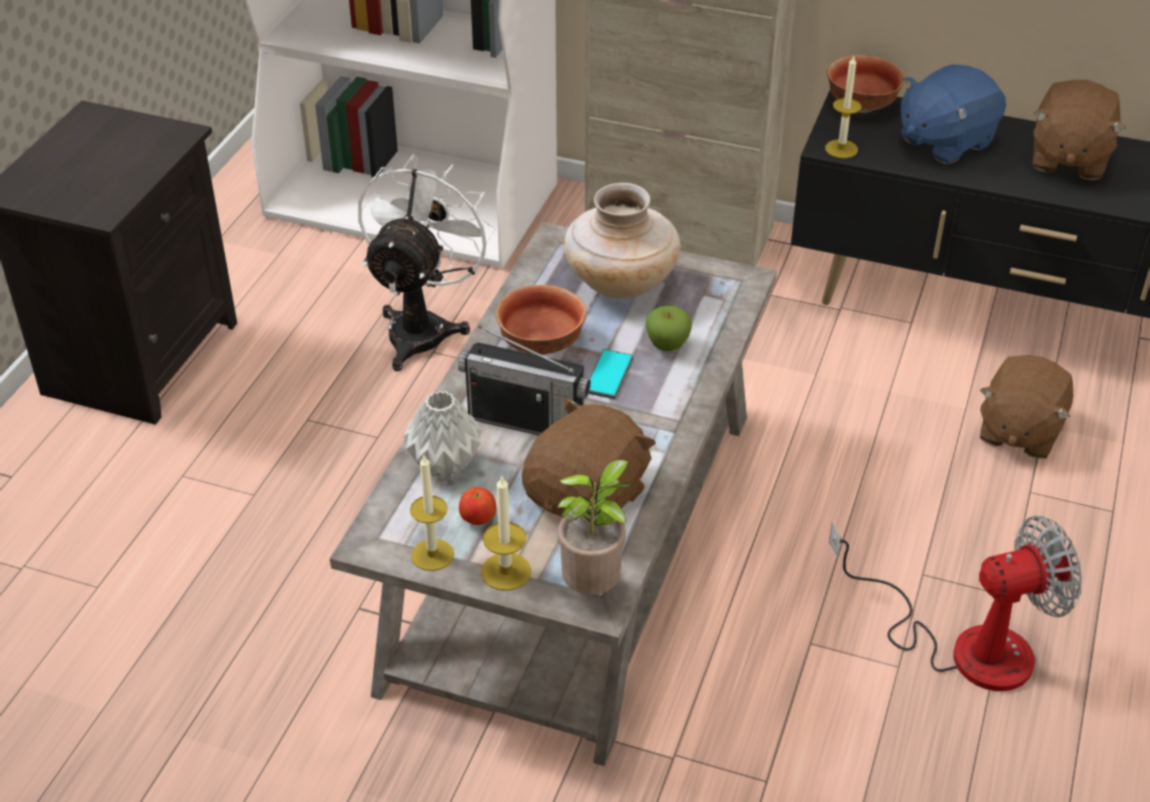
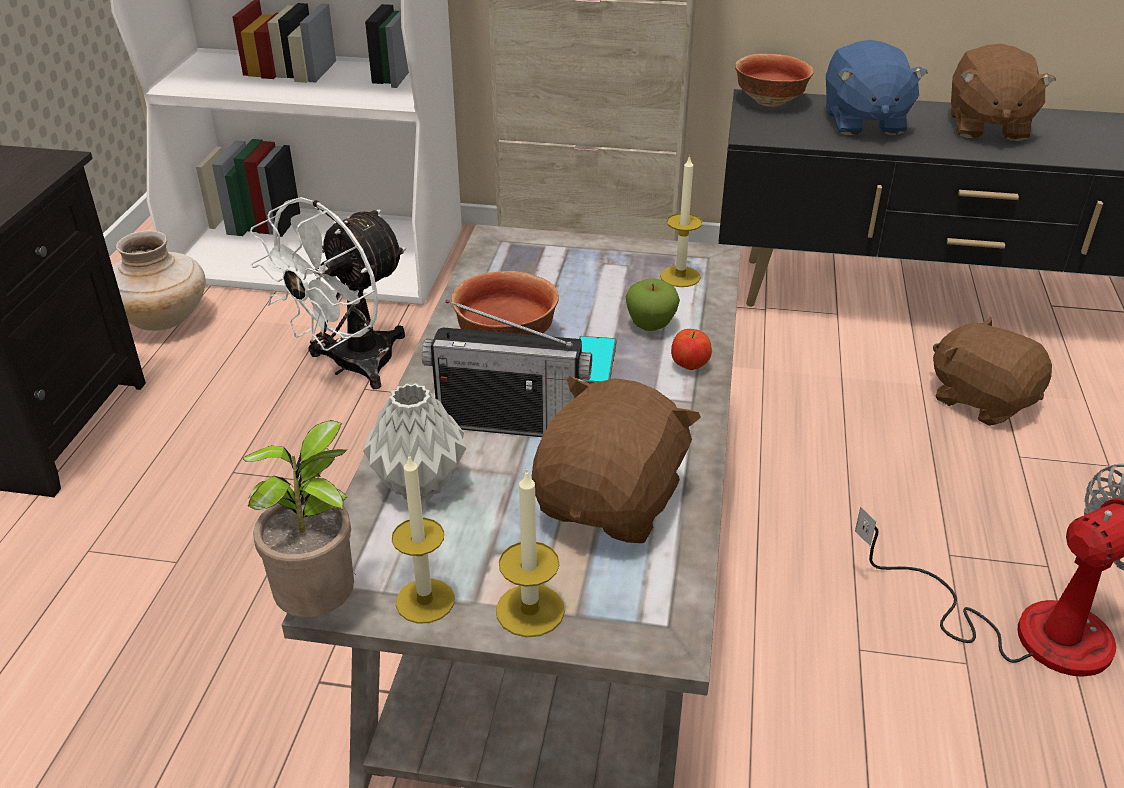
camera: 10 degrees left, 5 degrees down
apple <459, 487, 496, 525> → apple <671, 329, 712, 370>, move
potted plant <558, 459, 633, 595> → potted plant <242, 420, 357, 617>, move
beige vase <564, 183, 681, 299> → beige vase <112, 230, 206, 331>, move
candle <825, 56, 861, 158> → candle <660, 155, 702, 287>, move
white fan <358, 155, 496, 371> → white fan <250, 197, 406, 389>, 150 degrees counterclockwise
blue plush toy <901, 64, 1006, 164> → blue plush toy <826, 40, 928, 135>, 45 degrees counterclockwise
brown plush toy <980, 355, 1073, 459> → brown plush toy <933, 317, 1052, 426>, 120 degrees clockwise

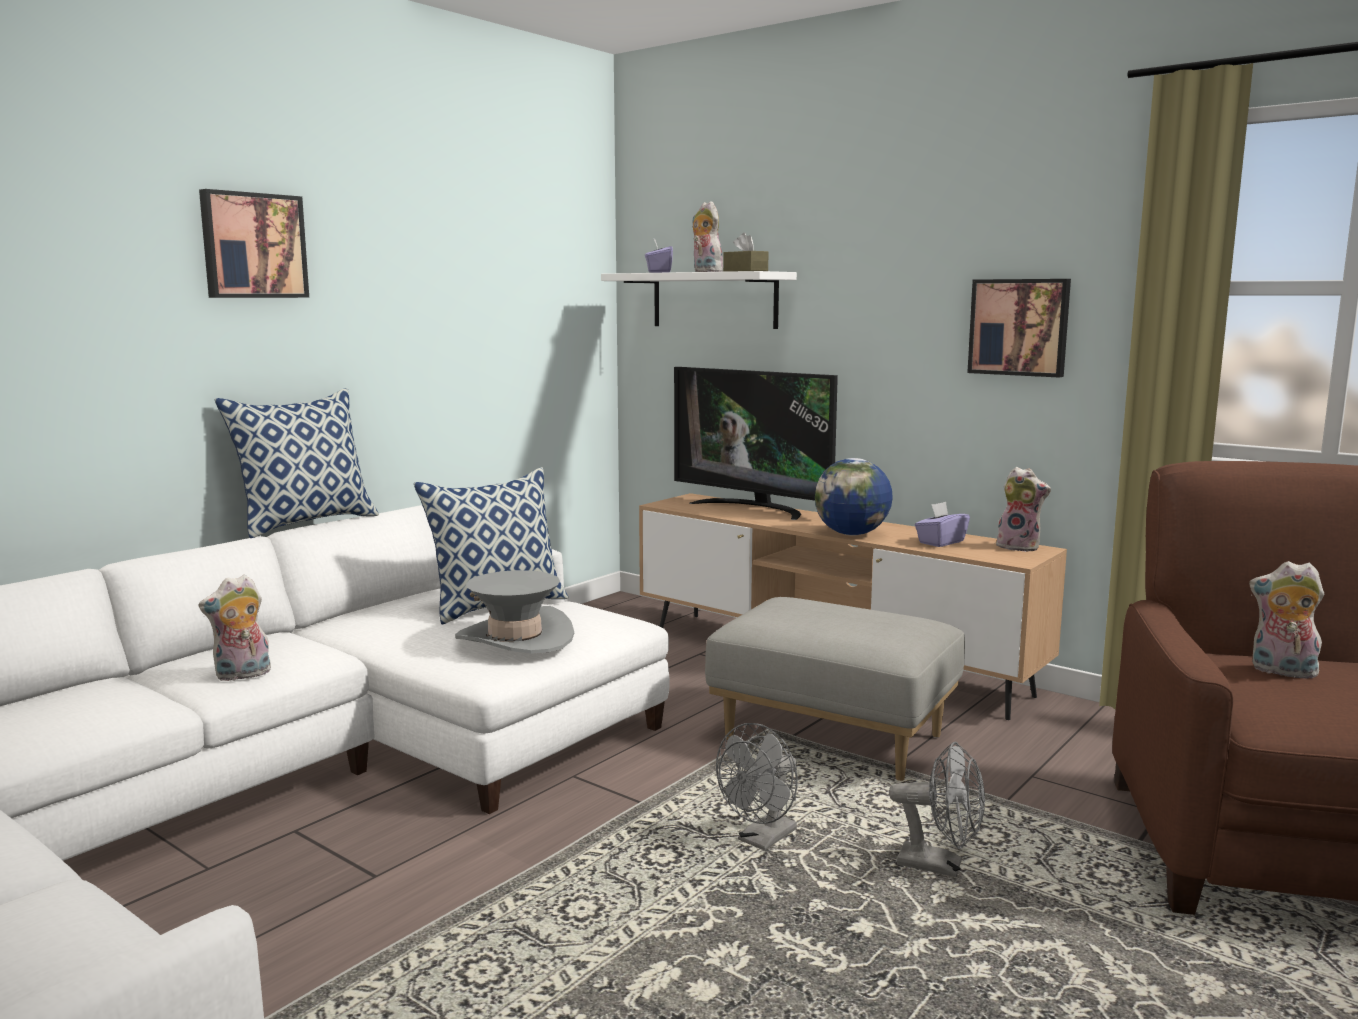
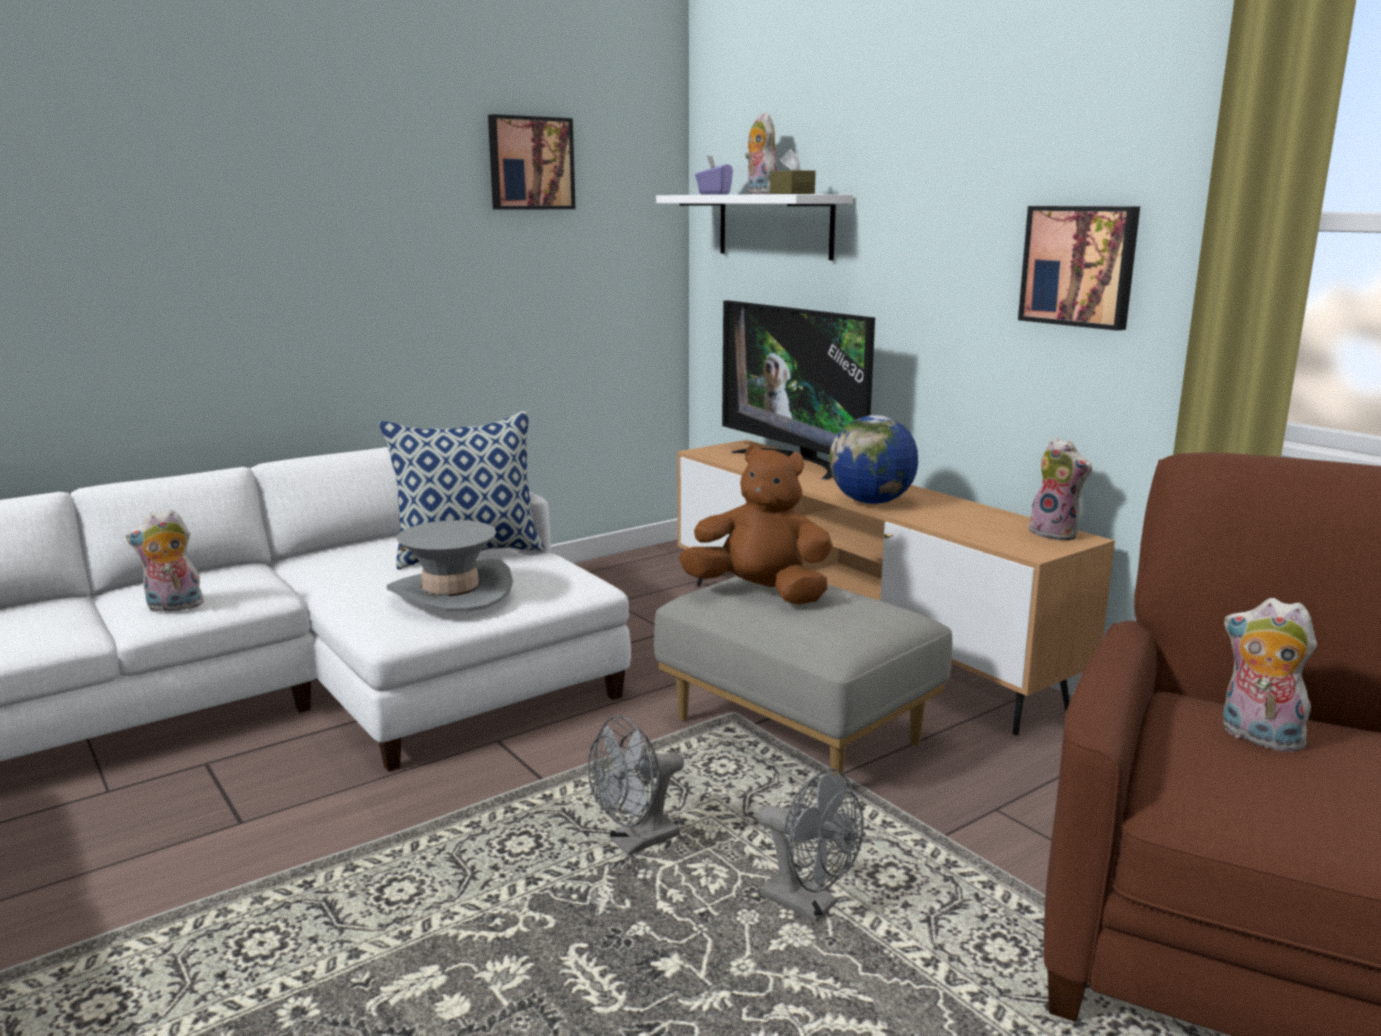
camera: 15 degrees right, 5 degrees up
pillow <215, 388, 379, 538> → -
purple tissue box <915, 502, 970, 547> → -
- → brown plush toy <679, 444, 833, 605>
picture <199, 189, 309, 298> → picture <488, 114, 575, 210>, move

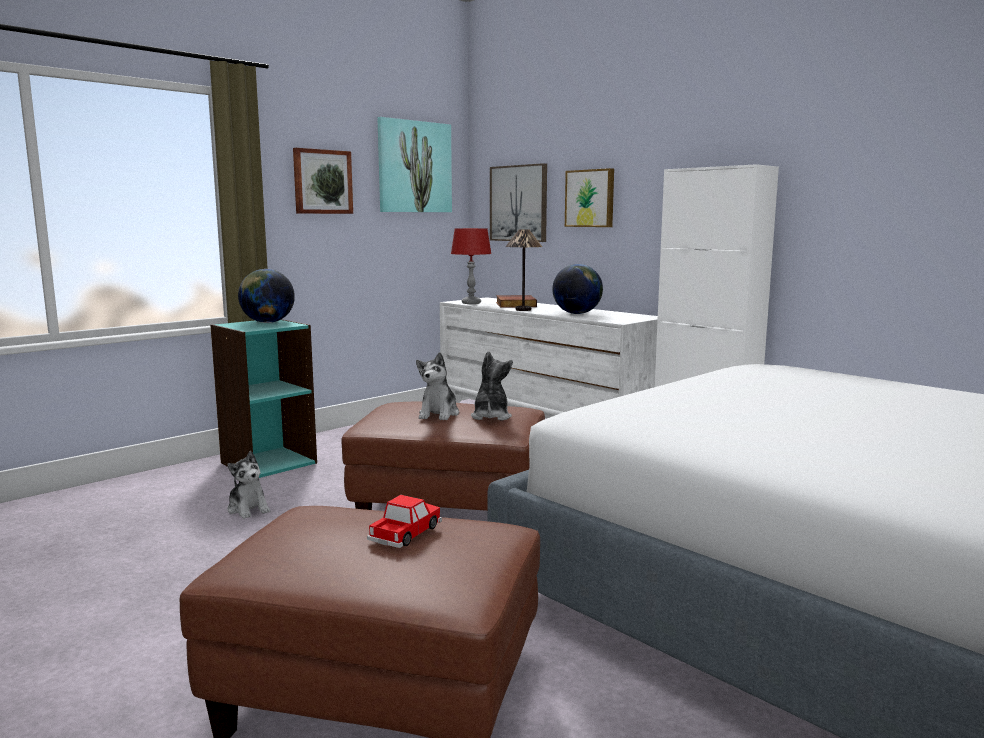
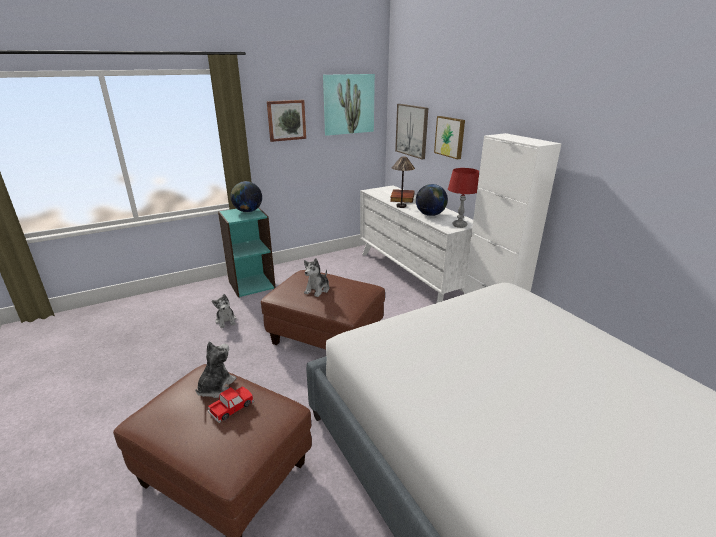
camera: 15 degrees right, 15 degrees up
red table lamp <451, 228, 492, 304> → red table lamp <448, 168, 479, 228>, move
plush toy <471, 351, 513, 421> → plush toy <196, 342, 236, 398>, move

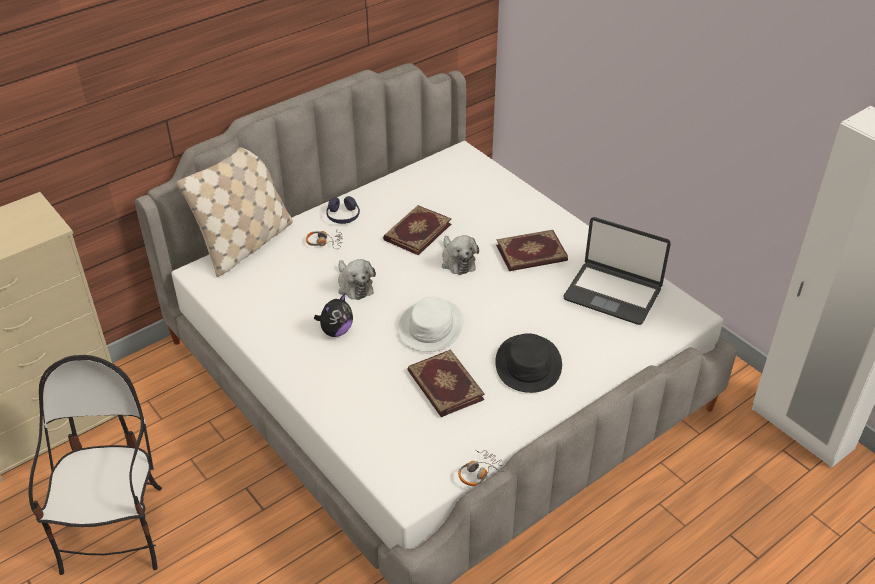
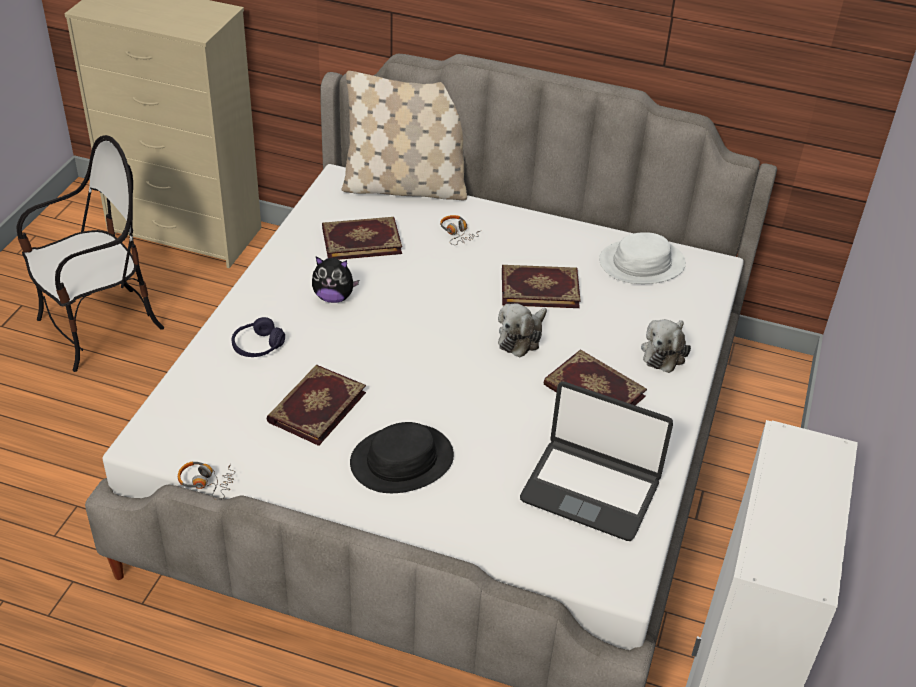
camera: 55 degrees right, 0 degrees up
- → book <322, 217, 402, 260>
purple headphones <326, 196, 360, 224> → purple headphones <232, 317, 285, 357>, move
plush toy <338, 259, 376, 300> → plush toy <641, 319, 691, 373>, move
white hat <398, 297, 464, 352> → white hat <599, 232, 686, 284>, move
laptop <564, 217, 671, 325> → laptop <520, 382, 673, 541>, 60 degrees counterclockwise

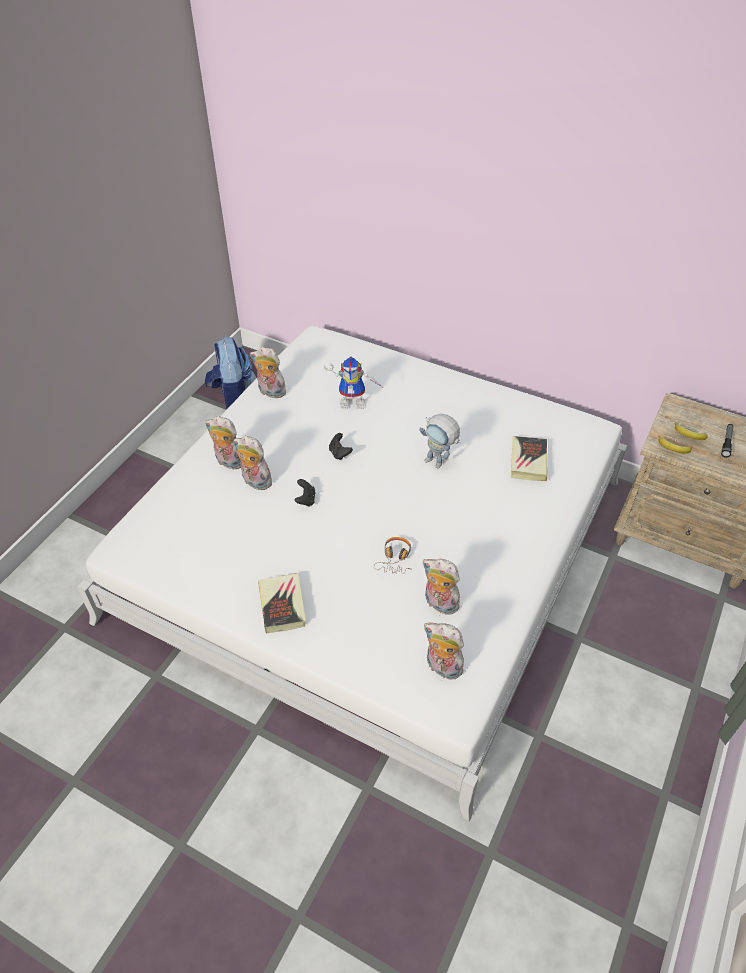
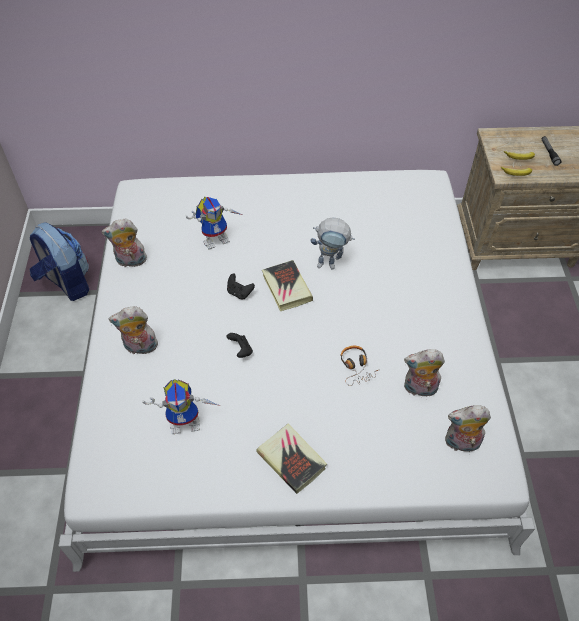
camera: 30 degrees left, 5 degrees up
plush toy <234, 436, 272, 490> → -
- → toy robot <142, 379, 220, 434>
book <511, 436, 548, 481> → book <262, 260, 313, 311>, move

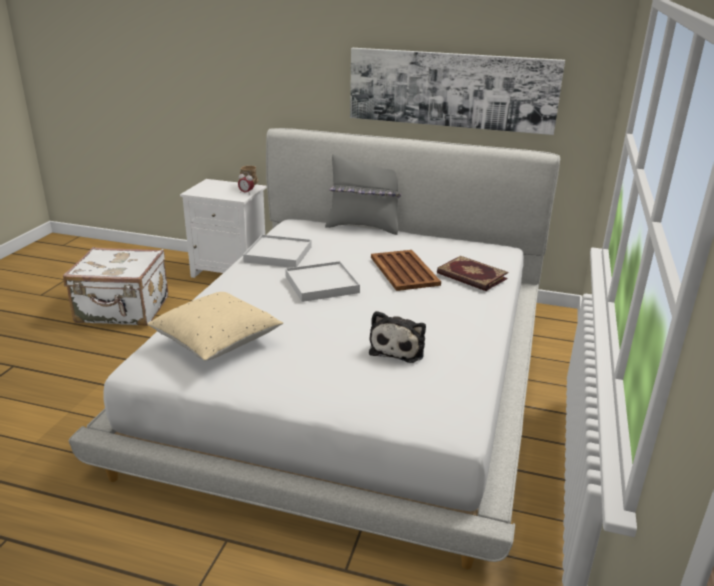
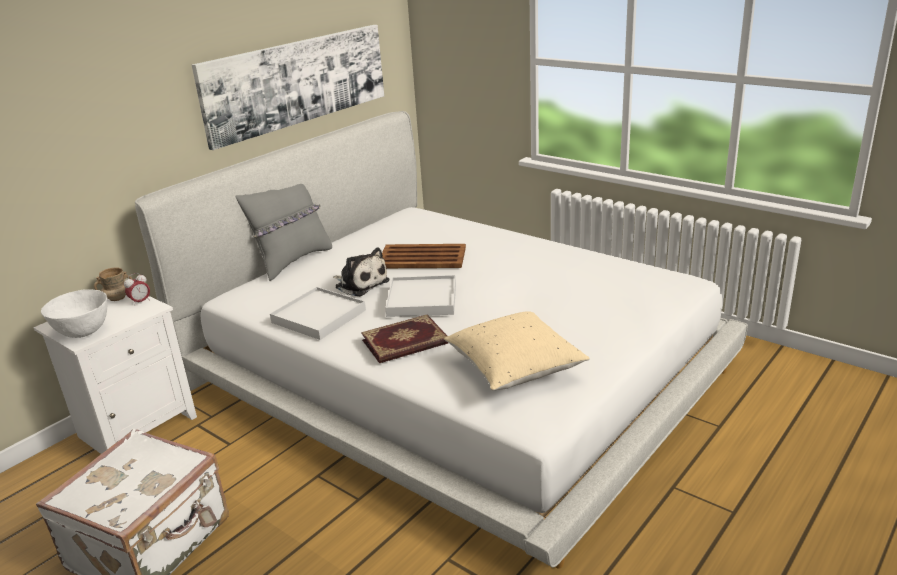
camera: 65 degrees left, 0 degrees up
- → white bowl <41, 289, 107, 338>
plush toy <369, 311, 426, 363> → plush toy <333, 248, 390, 296>, move
book <437, 256, 508, 291> → book <361, 314, 448, 363>, move

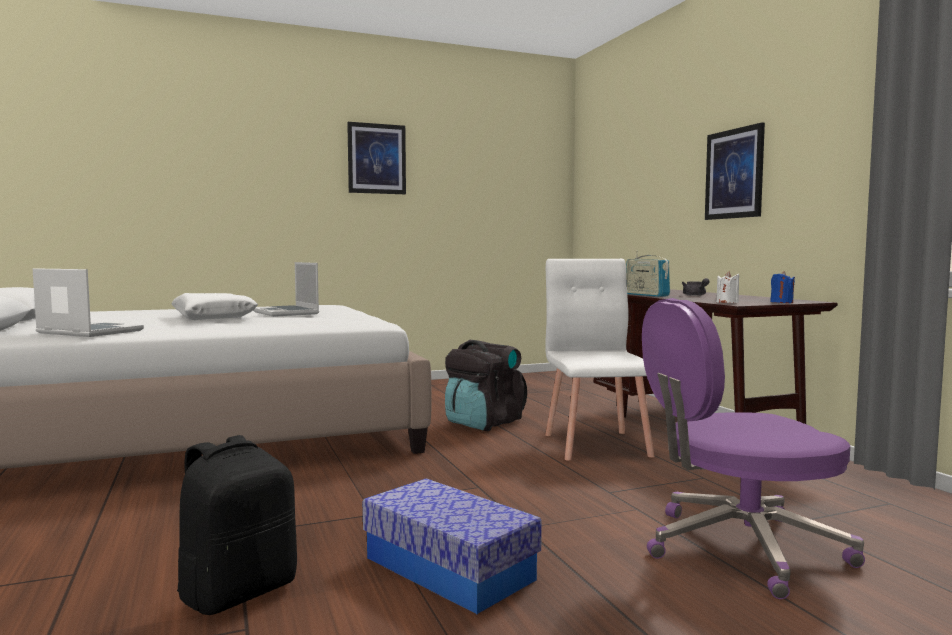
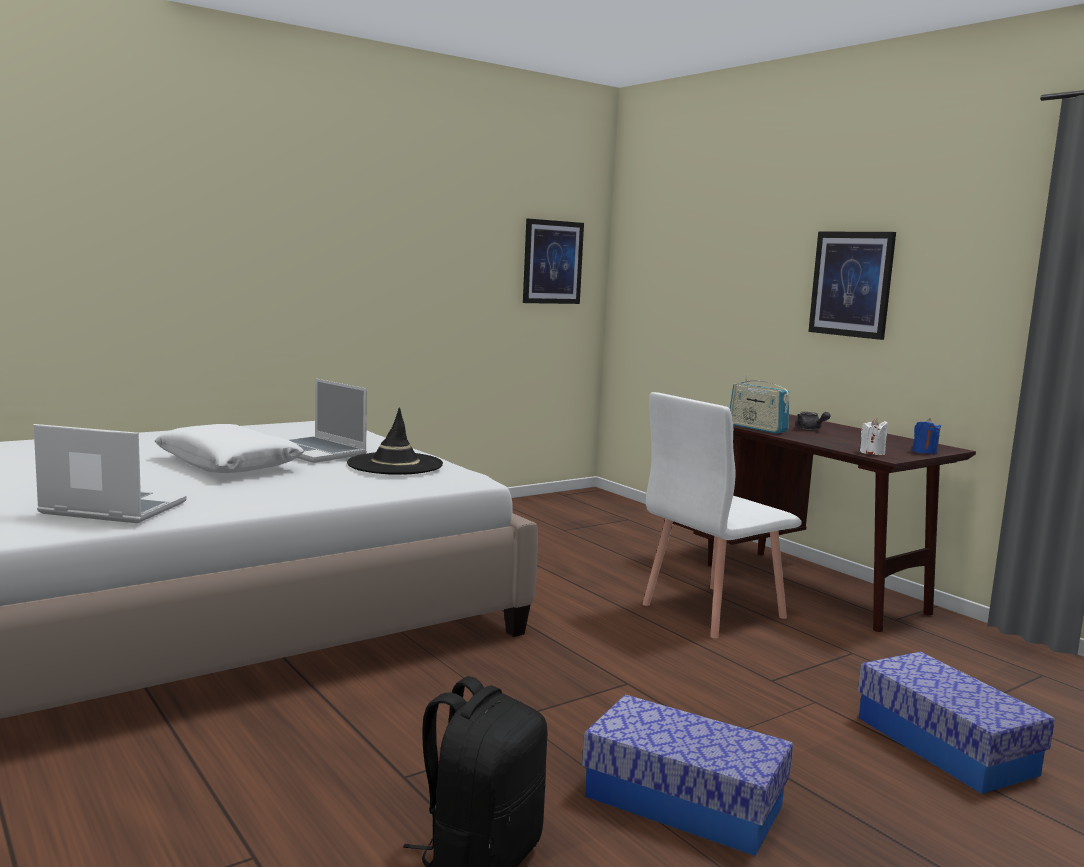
camera: 15 degrees left, 5 degrees up
black backpack <445, 340, 527, 431> → -
- → black hat <347, 407, 443, 475>
picture <347, 122, 406, 194> → picture <523, 219, 584, 304>, move
purple office chair <642, 298, 865, 599> → storage box <858, 652, 1055, 794>
white chair <545, 259, 654, 461> → white chair <642, 392, 802, 639>, 105 degrees counterclockwise

